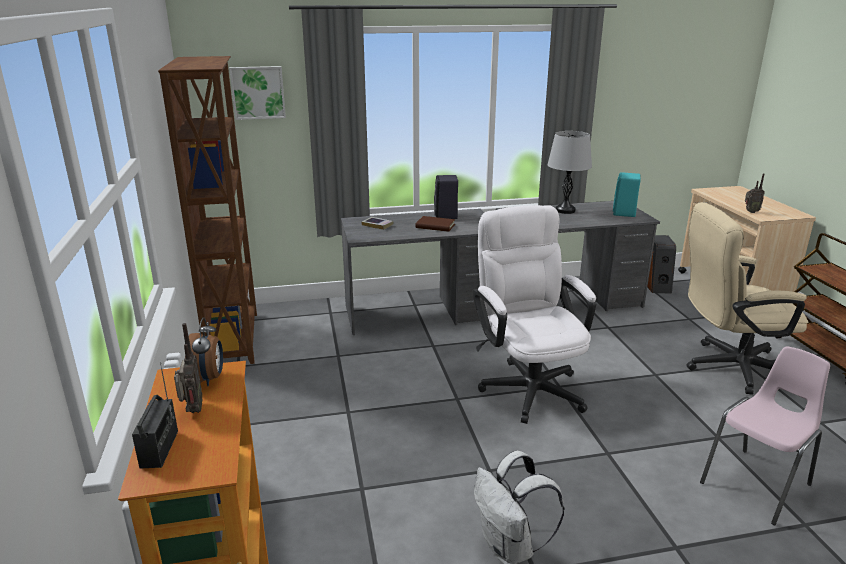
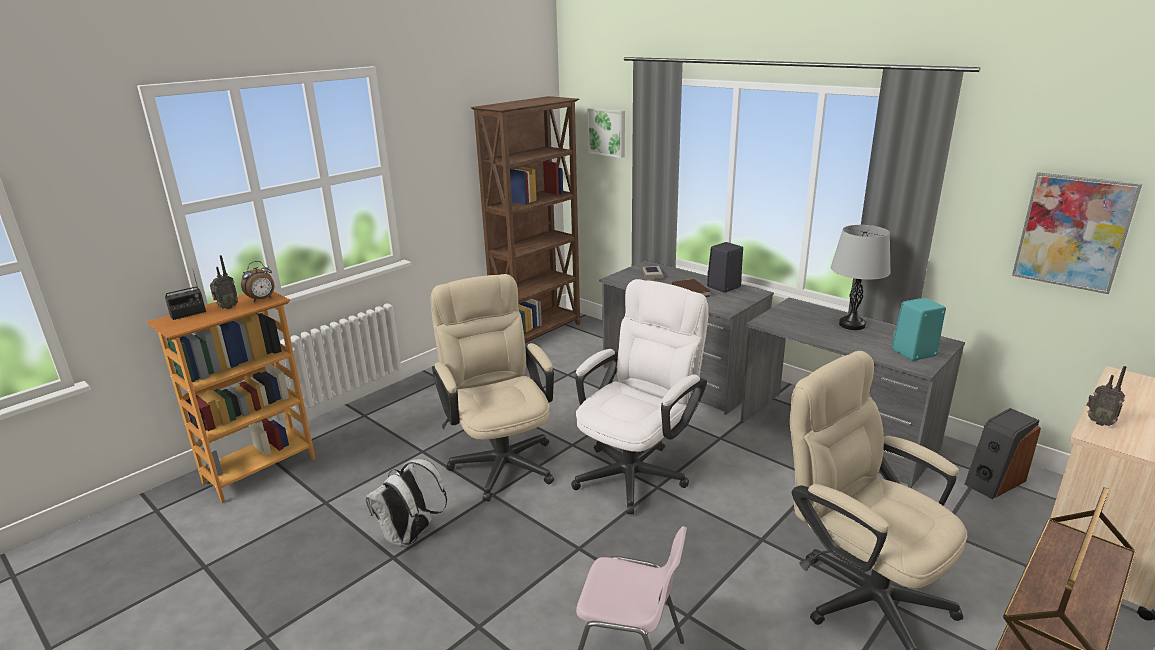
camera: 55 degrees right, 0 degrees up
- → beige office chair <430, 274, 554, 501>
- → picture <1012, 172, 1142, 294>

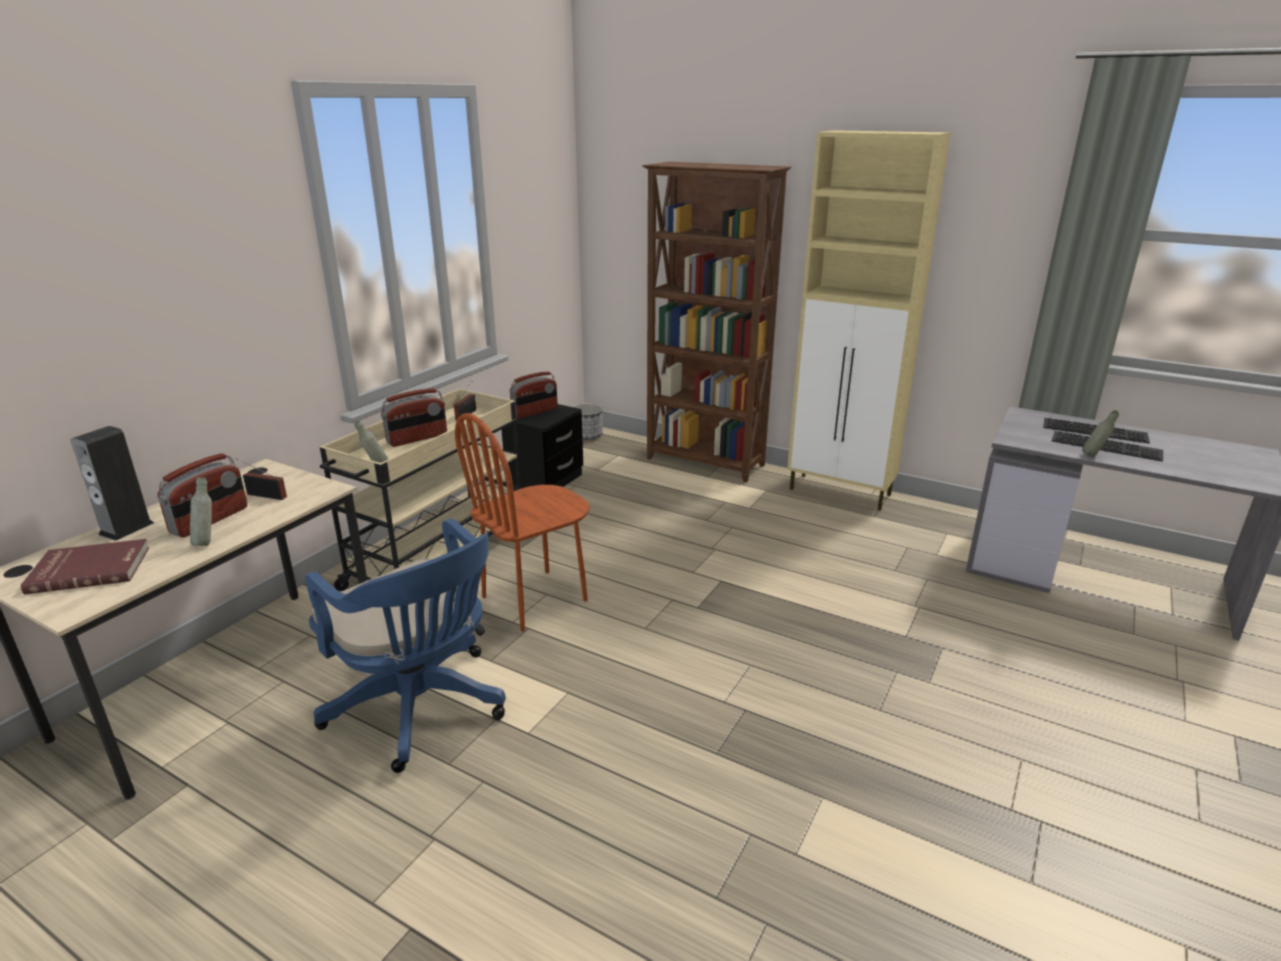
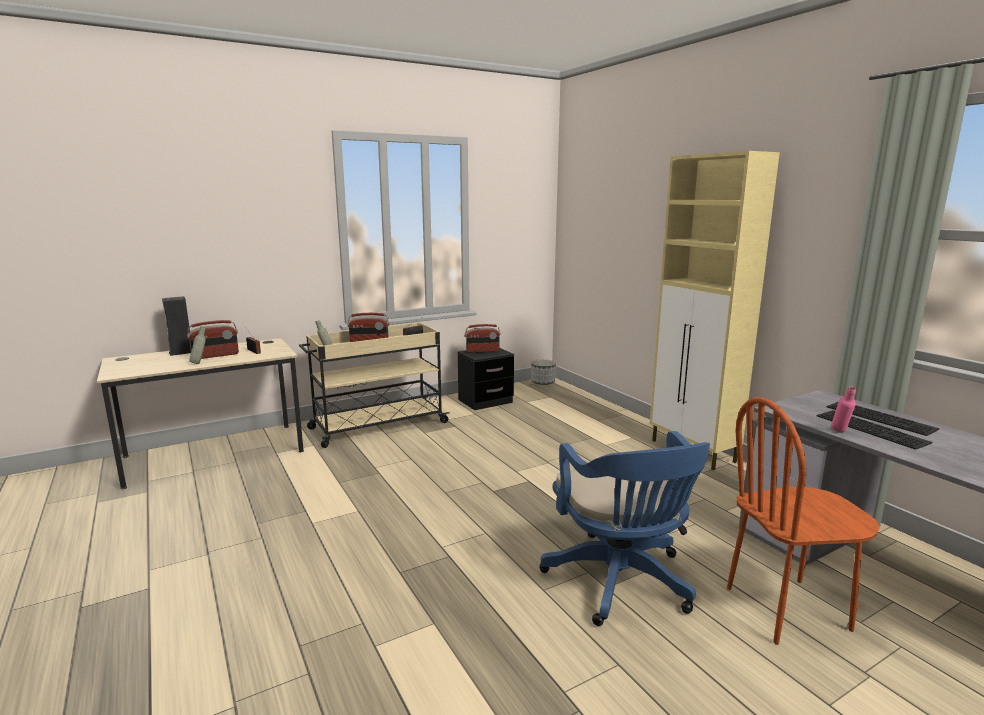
camera: 30 degrees right, 10 degrees down
red book <21, 539, 149, 594> → -
brown bookcase <642, 162, 792, 483> → -
blue office chair <305, 518, 506, 773> → blue office chair <539, 431, 710, 626>, move
brown chair <455, 413, 590, 632> → brown chair <727, 397, 880, 645>, move
grey bottle <1082, 410, 1119, 457> → pink bottle <831, 387, 856, 432>

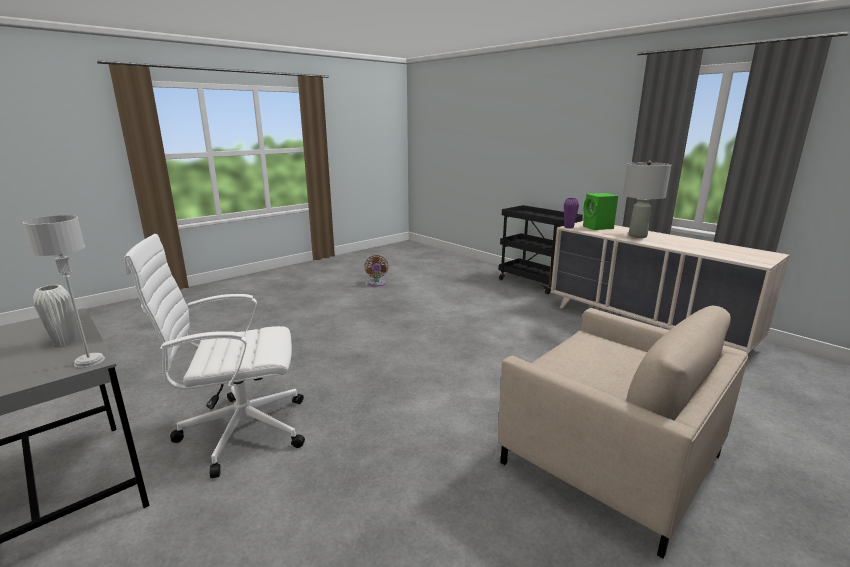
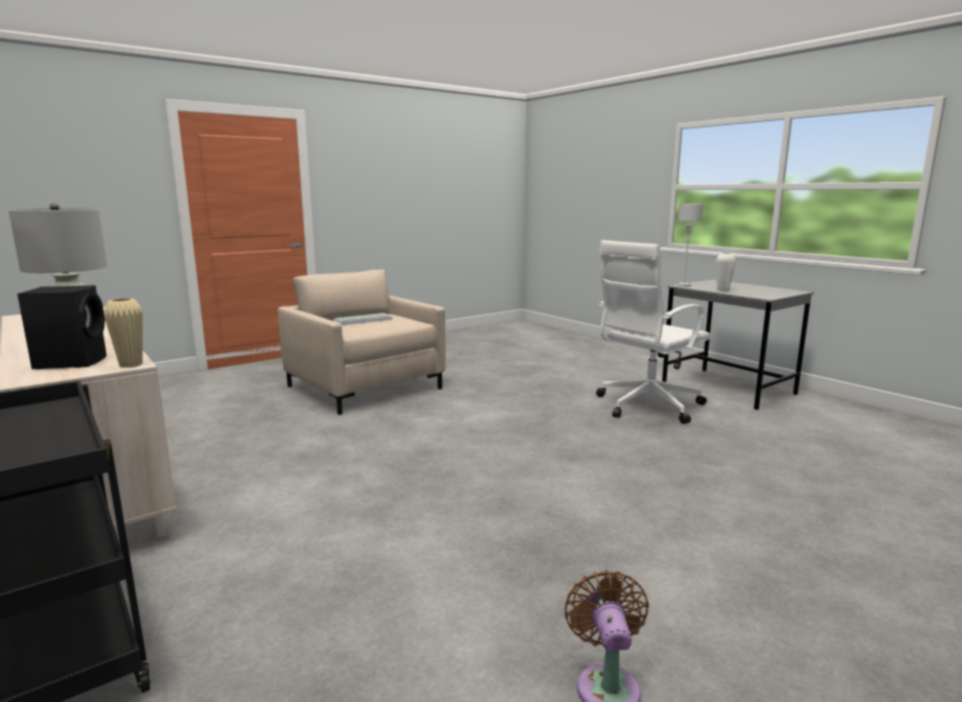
camera: 175 degrees left, 5 degrees down
- → keyboard <333, 313, 393, 325>
purple vase <564, 198, 579, 228> → beige vase <104, 298, 143, 368>
green speaker <583, 193, 618, 230> → black speaker <17, 285, 107, 370>
white office chair <124, 234, 305, 478> → white office chair <596, 240, 710, 424>, 150 degrees clockwise

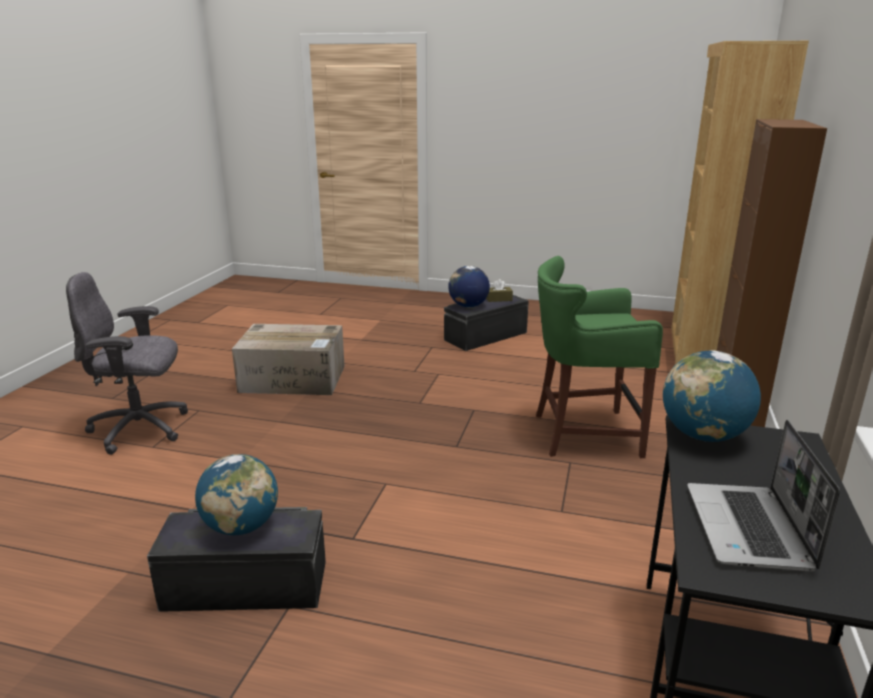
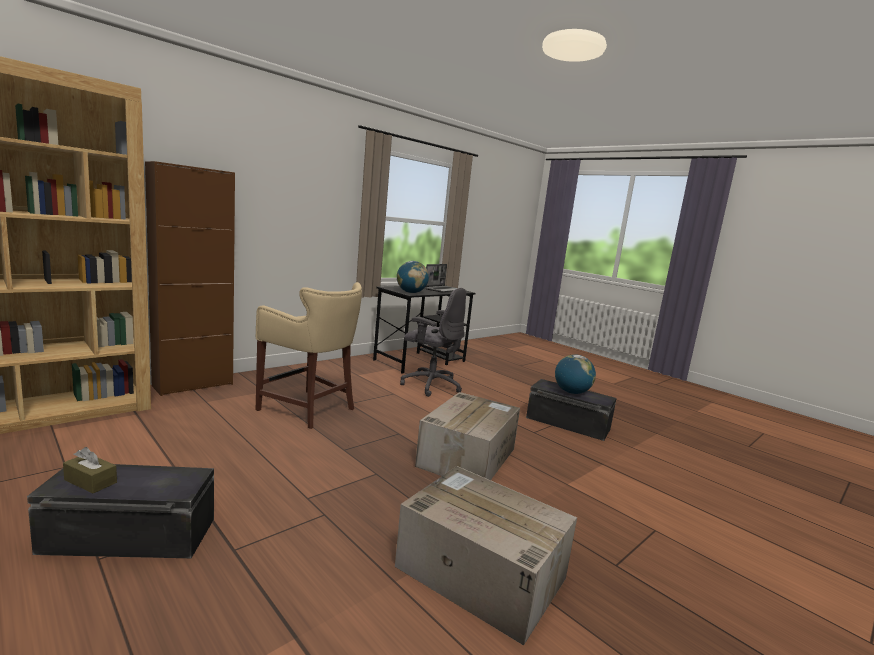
camera: 150 degrees left, 10 degrees down
globe <448, 266, 490, 307> → -
- → cardboard box <415, 392, 520, 480>
grey office chair <66, 272, 188, 455> → grey office chair <400, 288, 466, 397>, move
green stool <536, 256, 663, 458> → beige stool <256, 282, 362, 429>

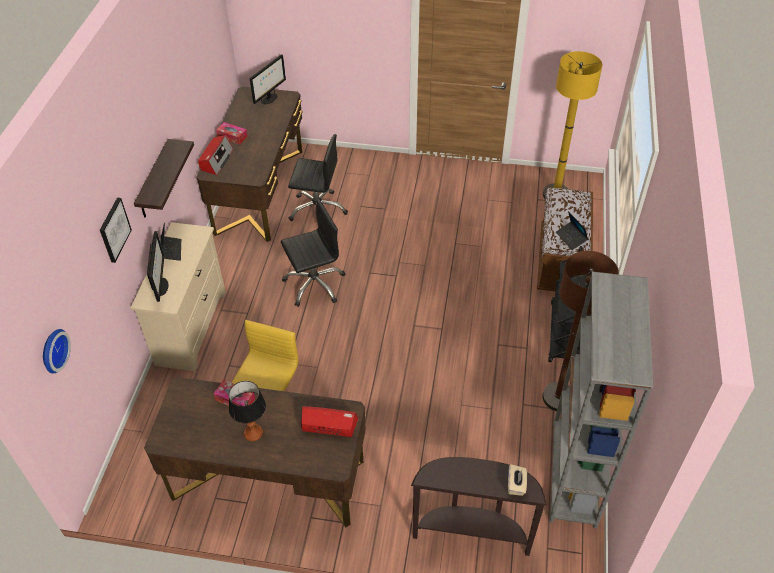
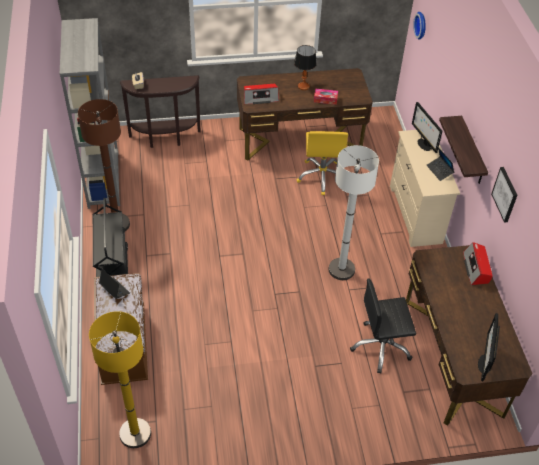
camera: 160 degrees right, 0 degrees up
tissue box <216, 122, 248, 145> → -
picture <100, 198, 132, 263> → picture <491, 167, 517, 223>, move
black office chair <281, 199, 345, 307> → white floor lamp <329, 145, 379, 280>

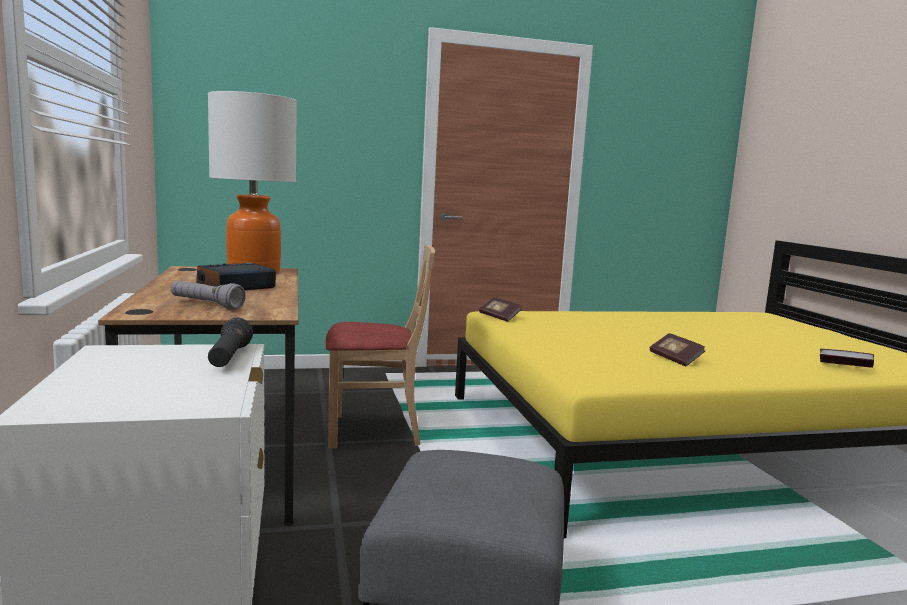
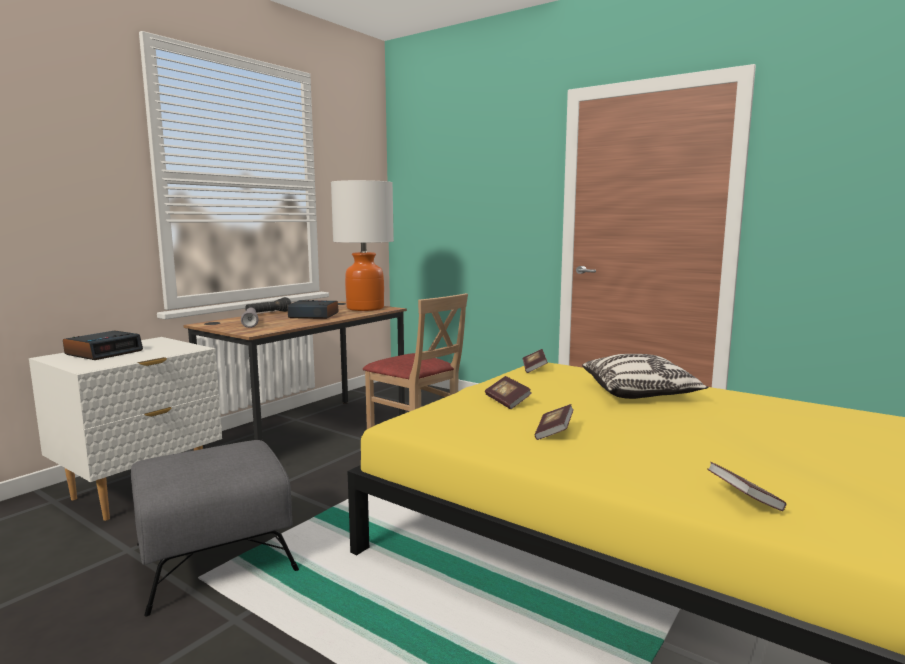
camera: 50 degrees right, 0 degrees up
- → alarm clock <63, 330, 143, 360>
- → book <485, 376, 532, 409>
- → pillow <582, 354, 709, 399>
black flashlight <208, 318, 253, 367> → black flashlight <245, 297, 291, 313>, move

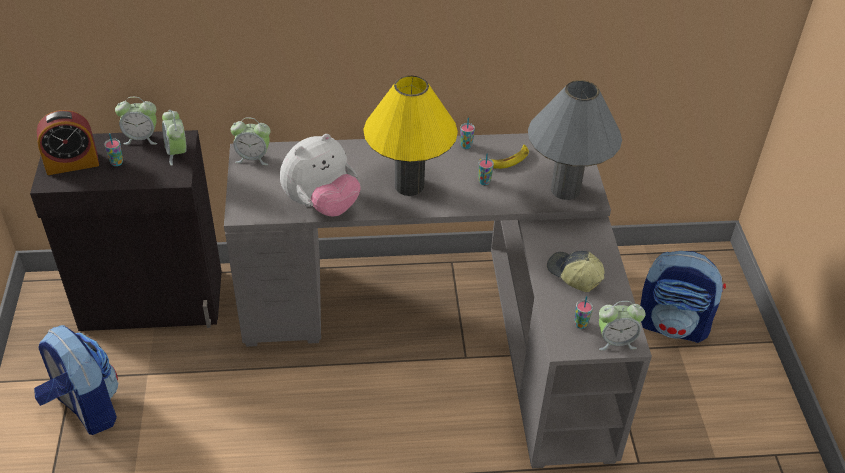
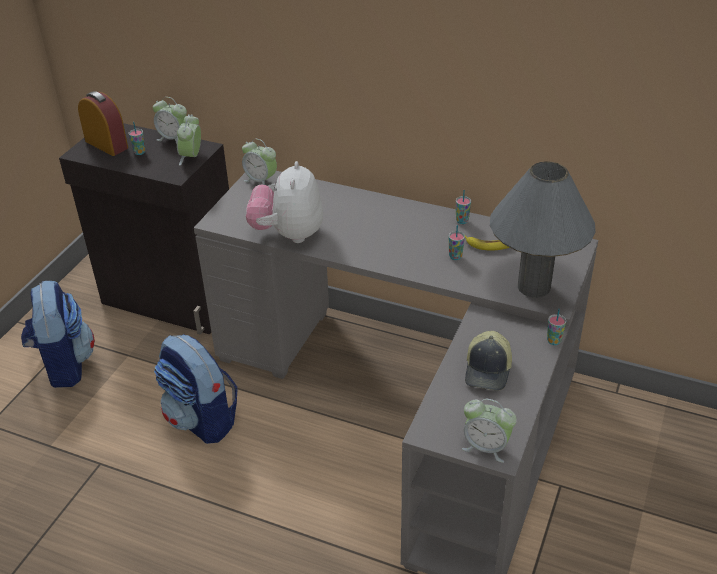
camera: 30 degrees right, 5 degrees down
yellow table lamp <363, 76, 458, 196> → -
cup <574, 296, 593, 329> → cup <547, 309, 566, 345>, move
backpack <640, 251, 726, 343> → backpack <154, 334, 238, 444>, move
alarm clock <37, 110, 99, 175> → alarm clock <78, 91, 128, 156>, 150 degrees counterclockwise
plush toy <280, 134, 361, 217> → plush toy <246, 161, 323, 243>, 105 degrees clockwise
cap <547, 251, 604, 292> → cap <465, 331, 512, 391>, 150 degrees counterclockwise

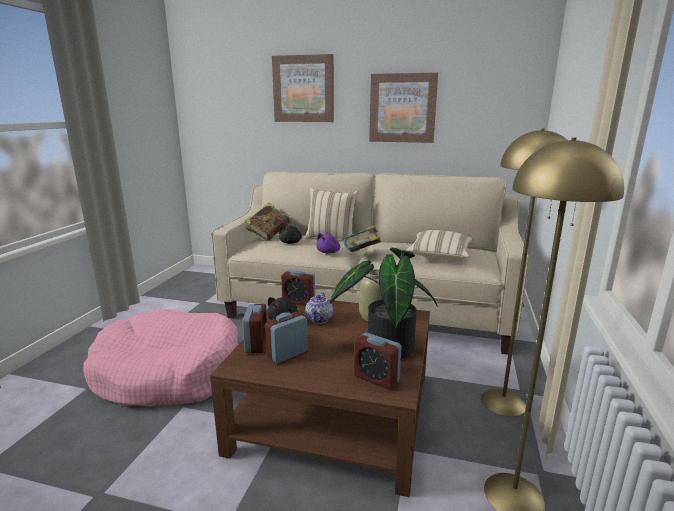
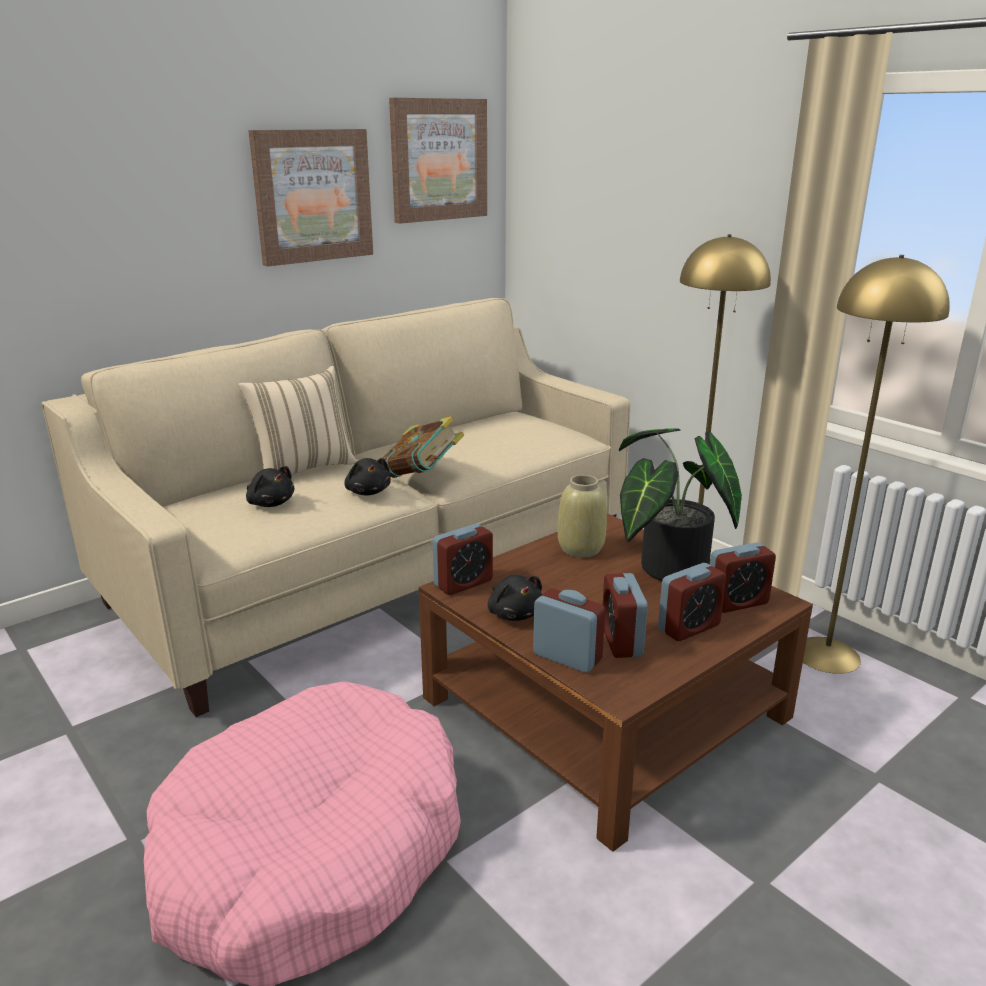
camera: 55 degrees left, 5 degrees up
book <245, 203, 290, 241> → -
teapot <305, 293, 333, 324> → -
beige pillow <406, 230, 472, 260> → -
- → alarm clock <658, 563, 726, 641>
picture <272, 54, 334, 122> → picture <389, 98, 487, 224>, move
purple plush toy <316, 233, 340, 253> → black plush toy <344, 458, 391, 495>

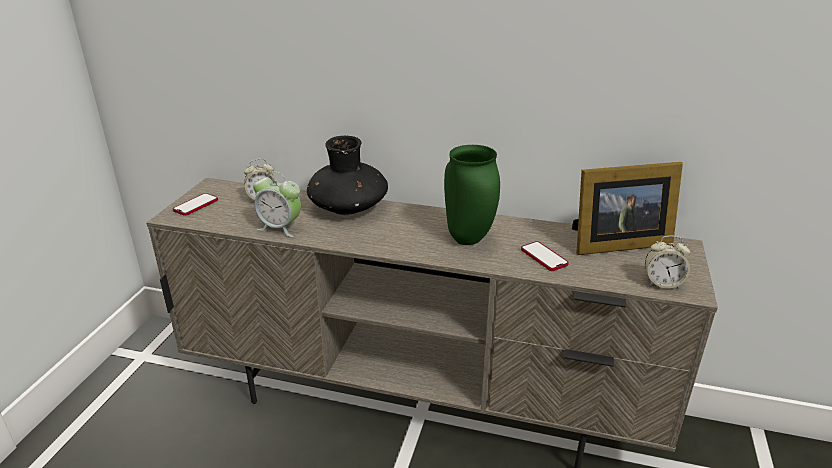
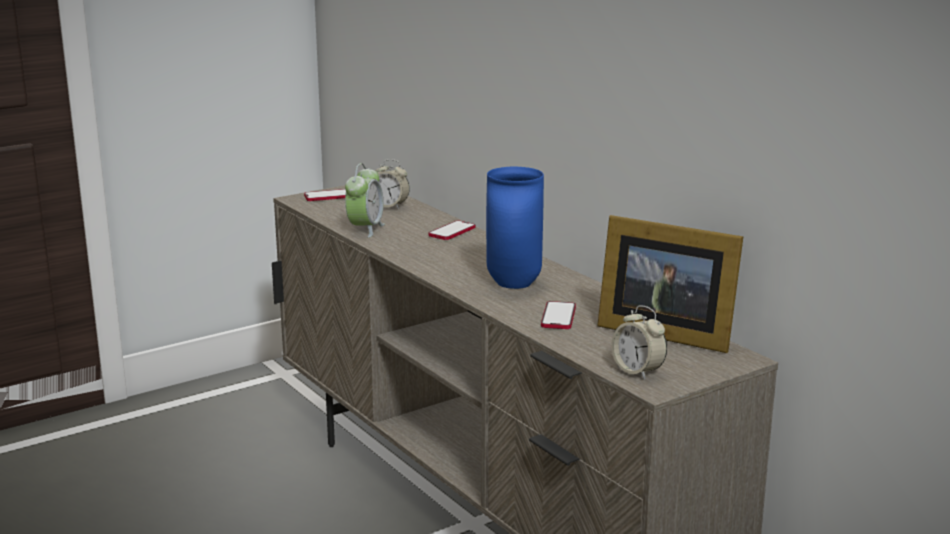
camera: 40 degrees right, 10 degrees down
black vase <307, 135, 388, 215> → phone <429, 220, 475, 240>
green vase <444, 145, 500, 245> → blue vase <486, 167, 544, 289>
alarm clock <253, 171, 301, 237> → alarm clock <345, 163, 385, 238>, 135 degrees counterclockwise

